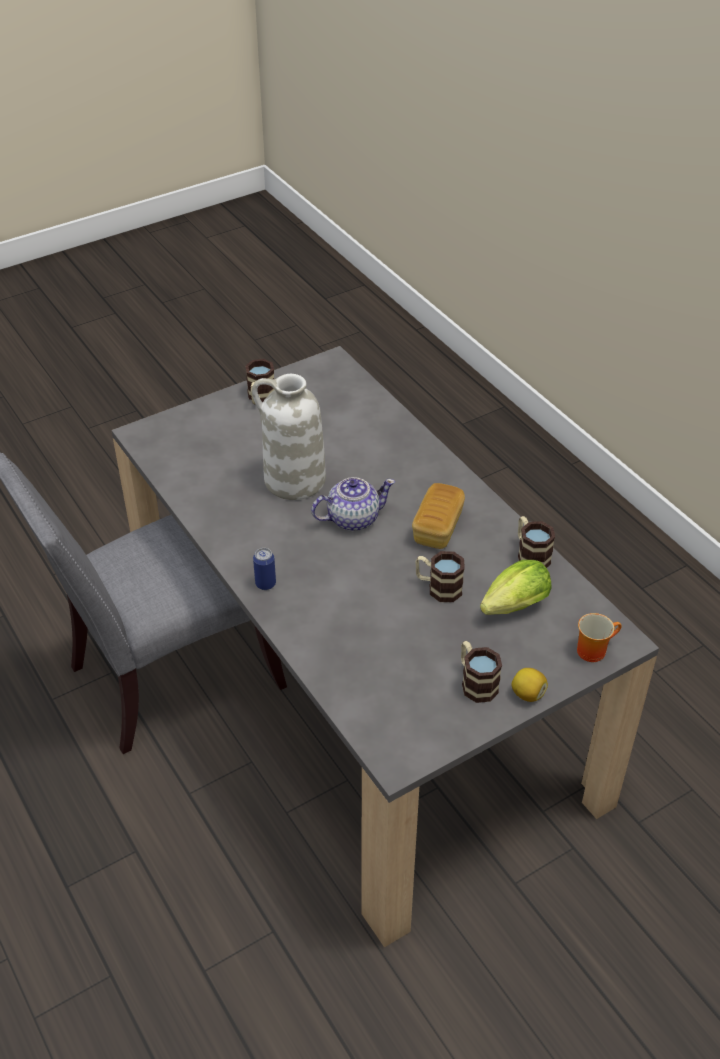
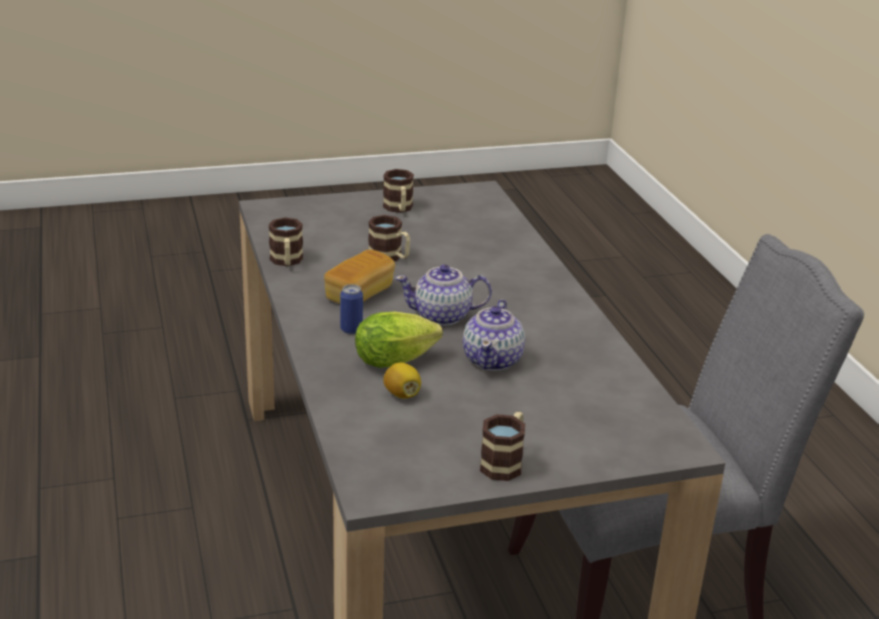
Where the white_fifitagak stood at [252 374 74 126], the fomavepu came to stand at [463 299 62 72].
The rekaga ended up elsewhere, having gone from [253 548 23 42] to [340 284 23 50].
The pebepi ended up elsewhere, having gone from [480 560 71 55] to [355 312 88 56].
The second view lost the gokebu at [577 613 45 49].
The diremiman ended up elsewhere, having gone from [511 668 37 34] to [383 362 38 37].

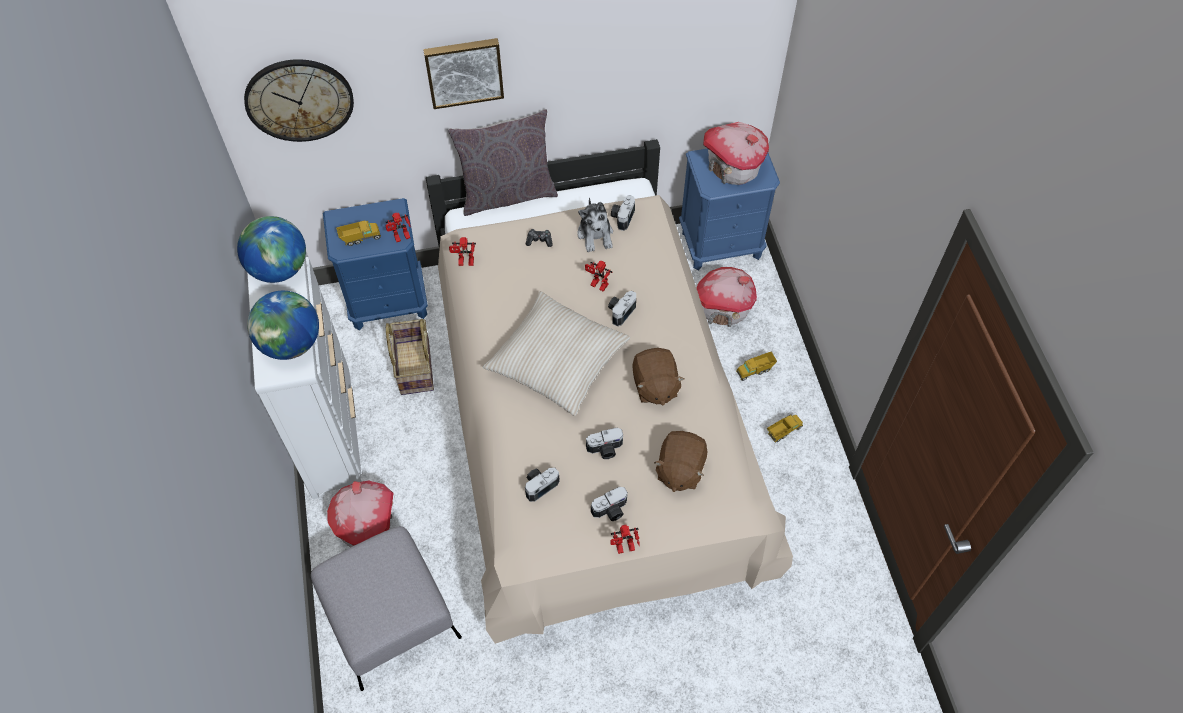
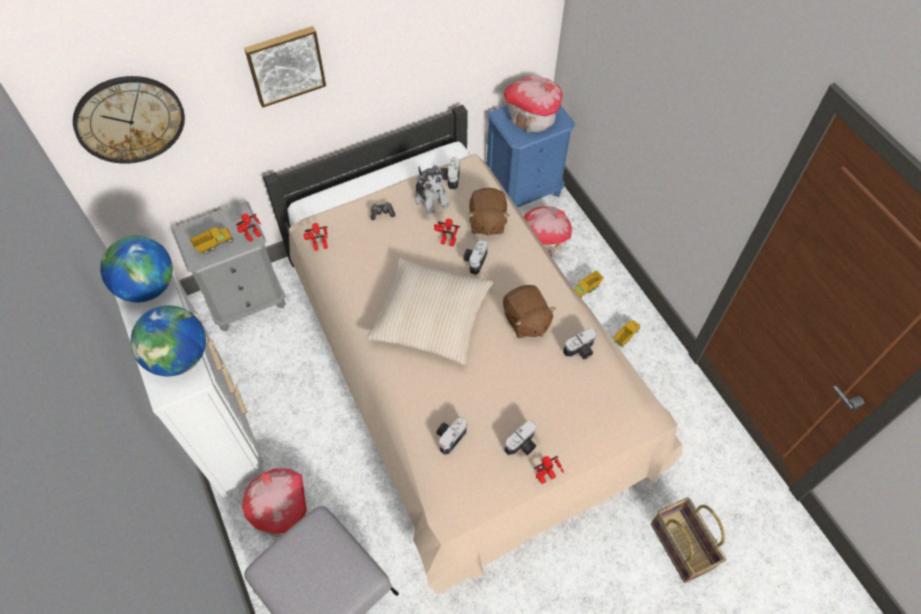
The second view lost the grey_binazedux at [448 109 110 107].
What was the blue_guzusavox at [323 198 105 132] turned into the grey_guzusavox at [172 201 114 130].
The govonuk ended up elsewhere, having gone from [386 319 48 76] to [651 497 75 86].
The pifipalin ended up elsewhere, having gone from [586 428 37 31] to [563 328 34 32].
The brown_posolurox ended up elsewhere, having gone from [654 431 53 61] to [467 188 43 48].

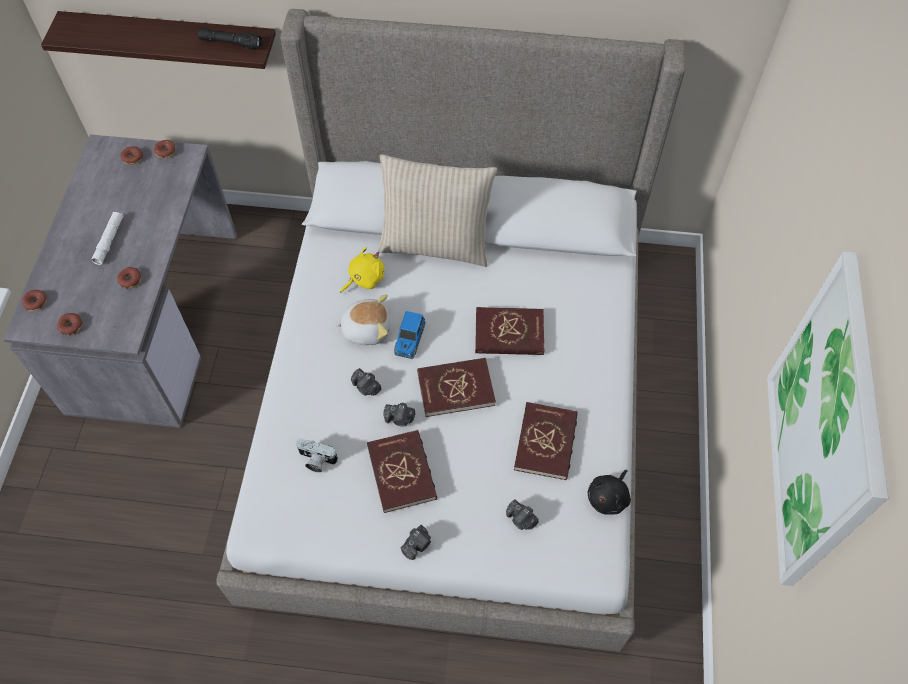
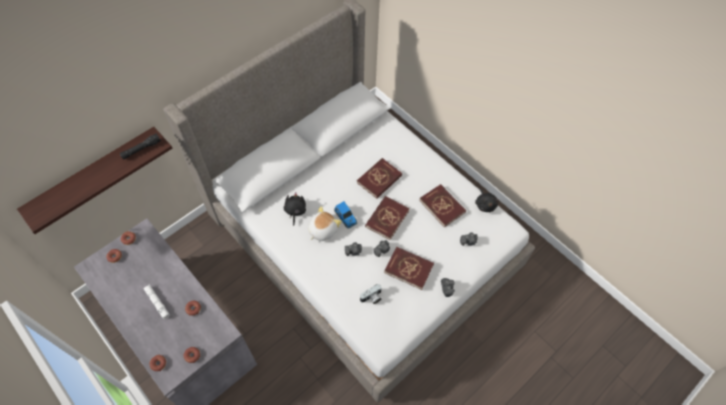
The second view lost the beige_binazedux at [377 154 120 113].
What was the yellow_posolurox at [340 247 44 46] turned into the black_posolurox at [284 192 22 34].
The second view lost the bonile at [767 251 121 335].

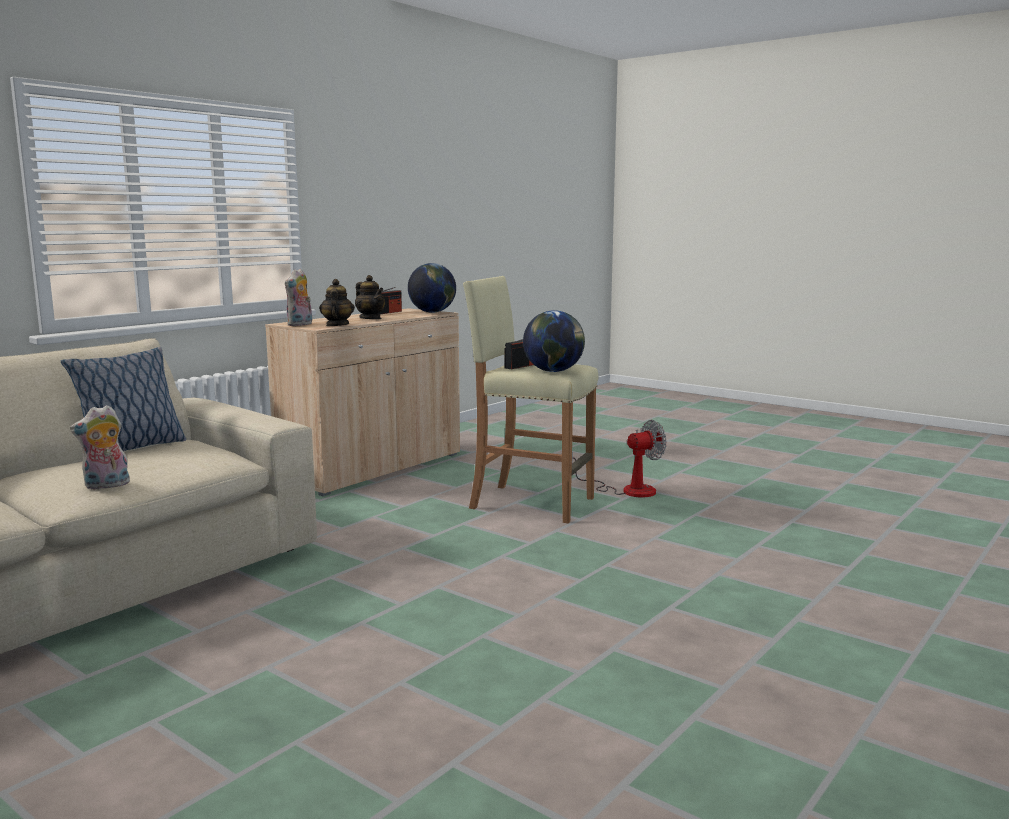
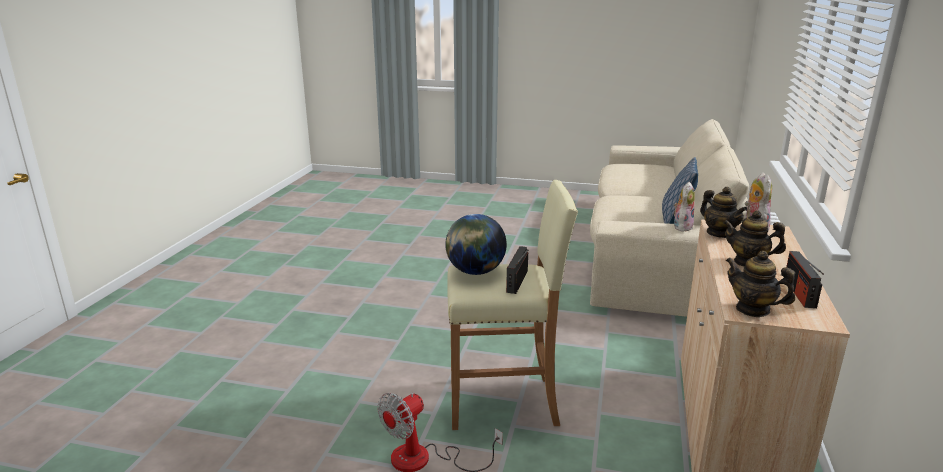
Where the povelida stood at [408 263 48 50], the fomavepu came to stand at [726 251 69 66].
The posolurox ended up elsewhere, having gone from [70 405 60 85] to [674 182 21 50].

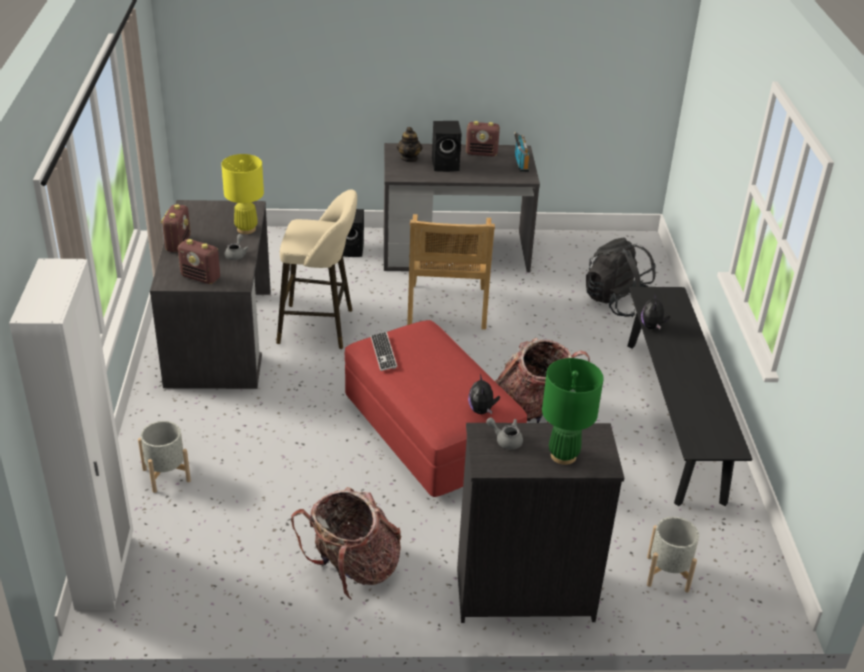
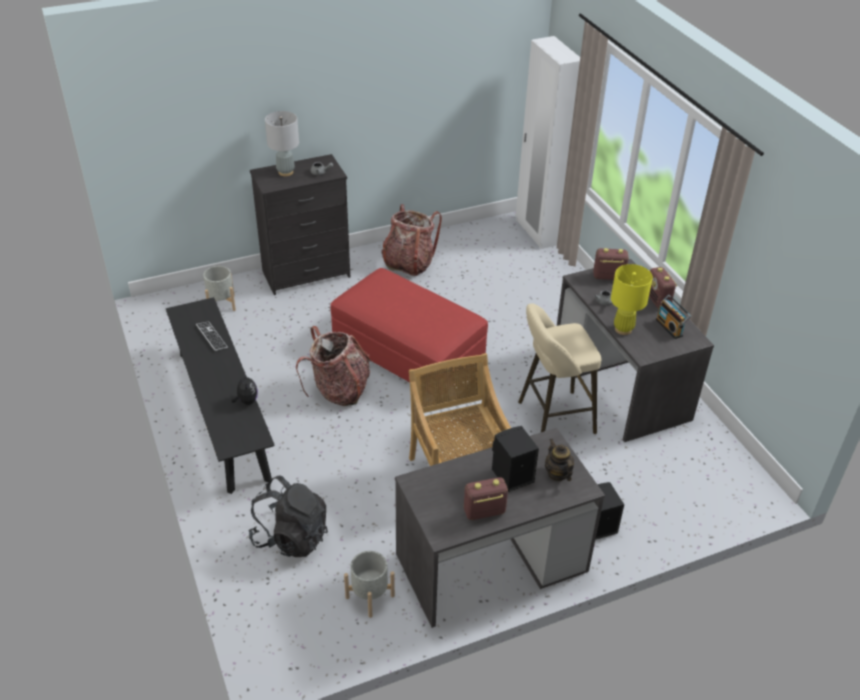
The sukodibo ended up elsewhere, having gone from [514 132 16 40] to [656 295 36 44].
The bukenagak ended up elsewhere, having gone from [371 332 26 39] to [196 321 32 30].
What was the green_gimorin at [542 358 62 107] turned into the grey_gimorin at [265 111 34 65].
The second view lost the posolurox at [468 374 32 40].
The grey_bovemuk ended up elsewhere, having gone from [138 421 53 72] to [344 551 51 67].

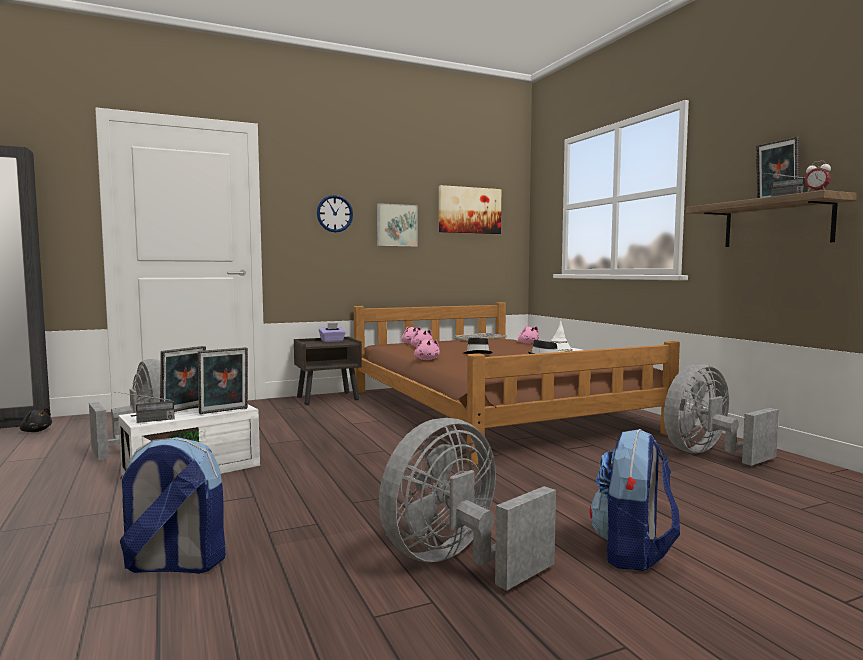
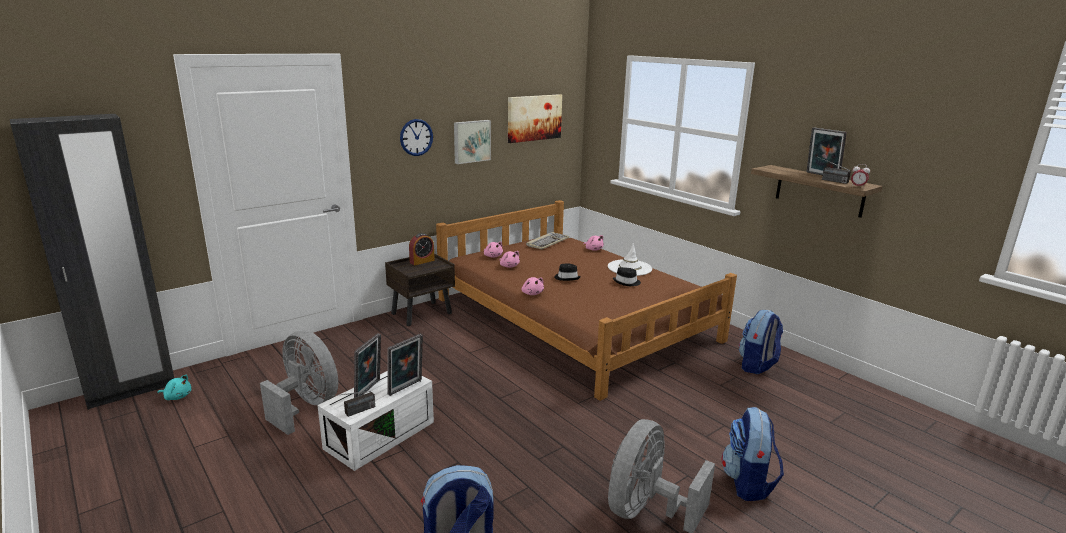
Where the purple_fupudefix stood at [319 323 27 19], the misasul came to stand at [409 233 26 32].
Where the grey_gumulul stood at [664 364 115 102], the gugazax came to stand at [739 310 44 64].
What was the black_posolurox at [20 408 32 24] turned into the turquoise_posolurox at [157 375 34 25].

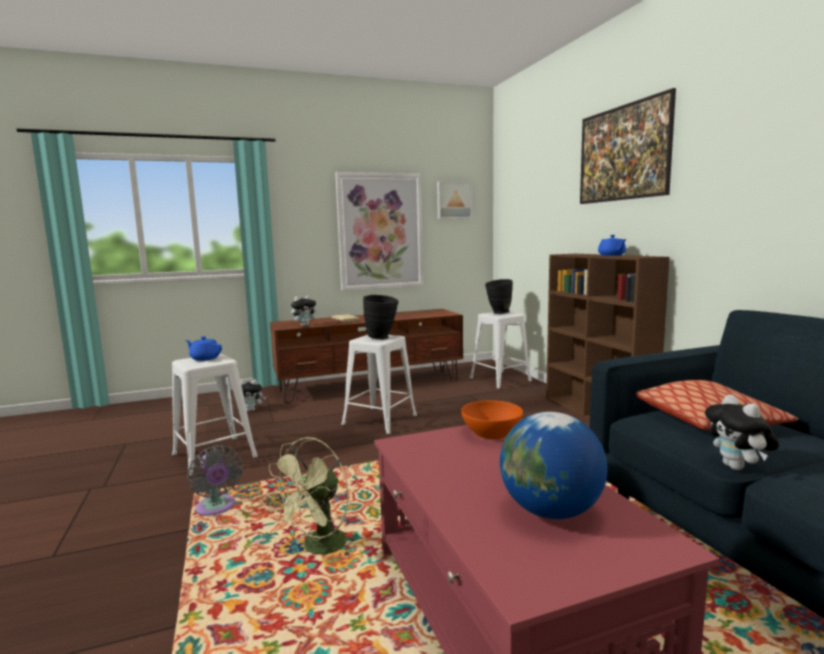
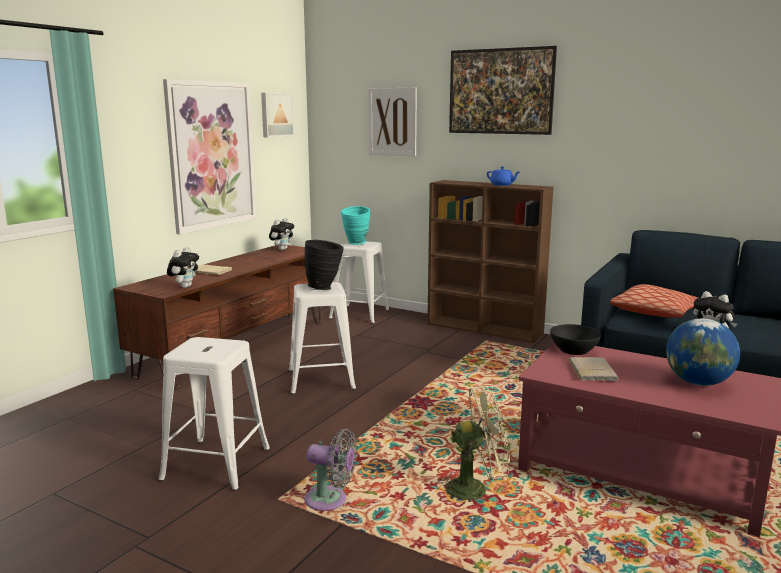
What was the black_fifitagak at [485 279 28 35] turned into the turquoise_fifitagak at [341 206 29 39].
The second view lost the blue_fomavepu at [185 336 37 25].
The posolurox ended up elsewhere, having gone from [241 379 25 32] to [269 218 25 32].
What was the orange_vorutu at [461 400 62 39] turned into the black_vorutu at [550 324 51 31].
The green_gumulul at [267 437 90 118] ended up facing another way, 90 degrees counterclockwise from before.
The second view gained the bonile at [368 88 49 68].
The second view gained the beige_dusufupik at [570 357 48 24].

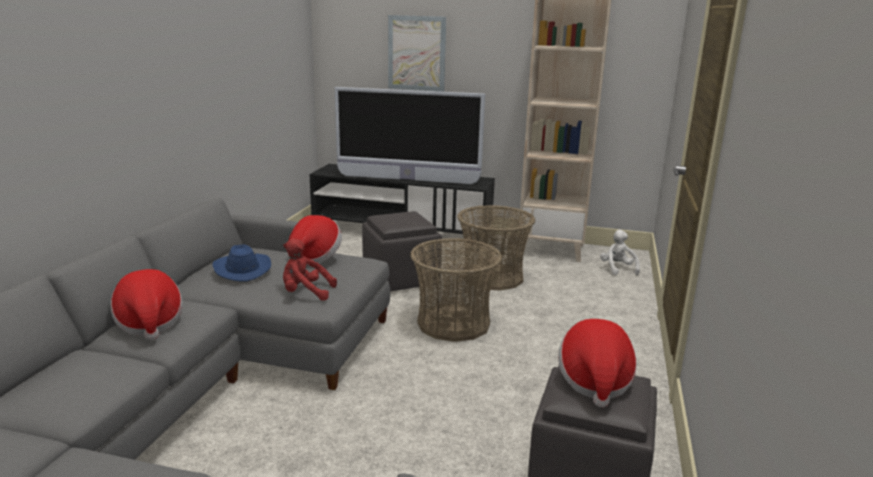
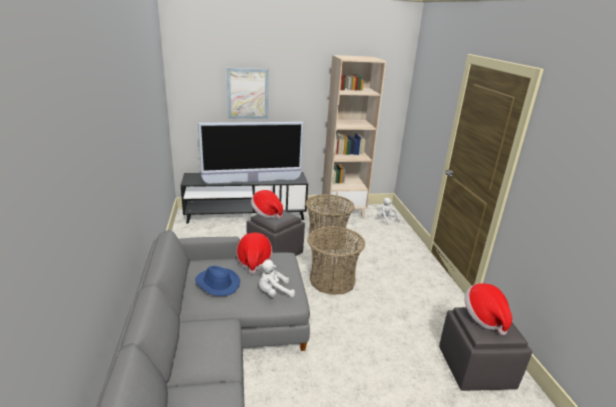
What was the red_posolurox at [283 238 54 63] turned into the white_posolurox at [259 260 36 37].
The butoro ended up elsewhere, having gone from [111 269 72 71] to [251 190 32 29].

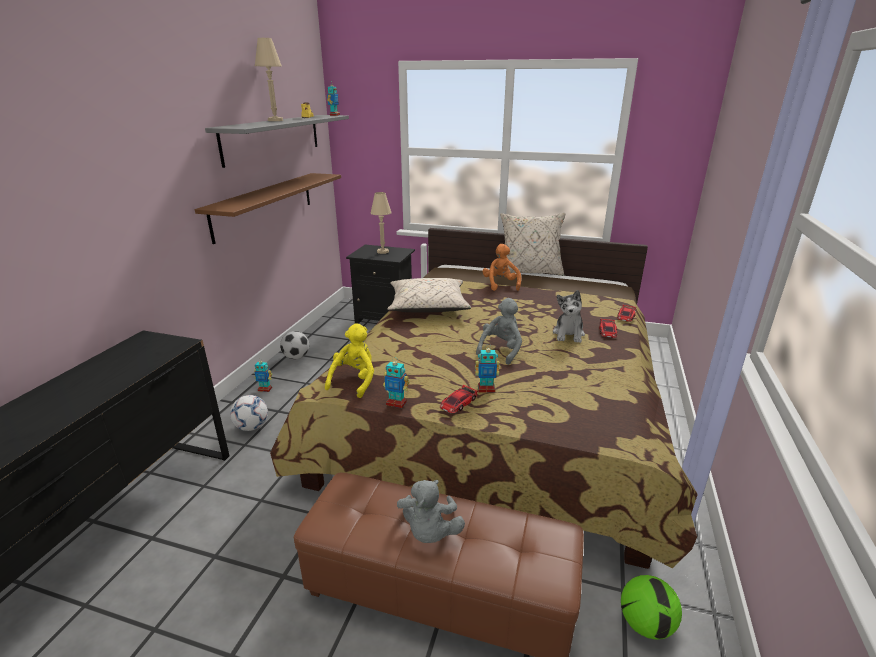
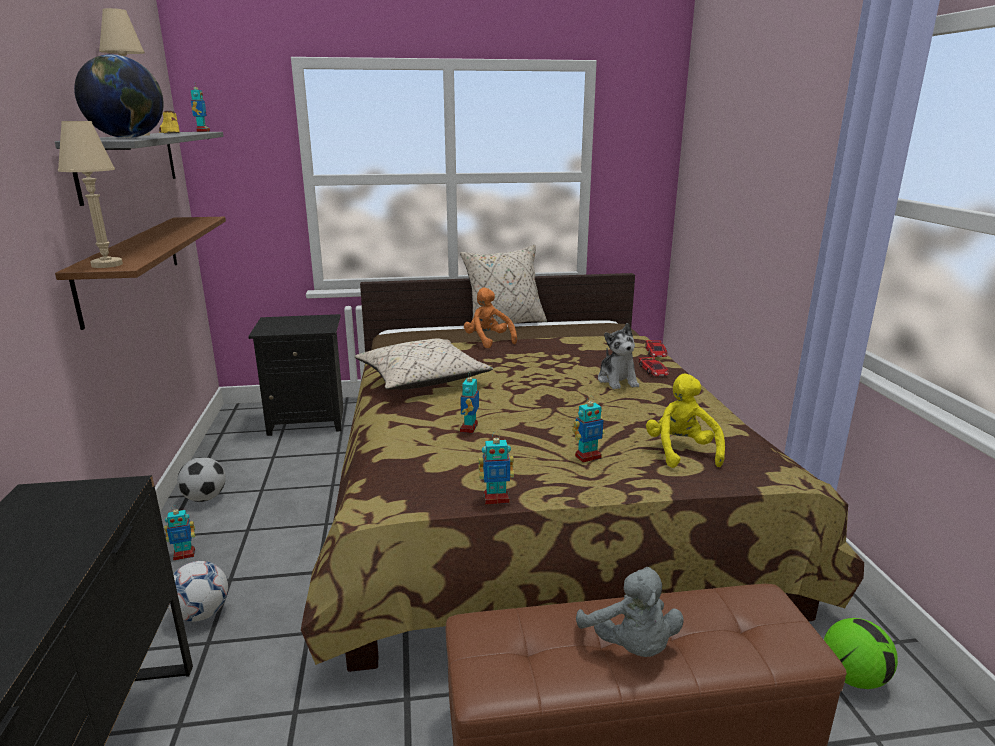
The beige_gimorin ended up elsewhere, having gone from [370 192 22 62] to [58 121 65 147].
The second view lost the grey_posolurox at [476 298 46 67].
The yellow_posolurox ended up elsewhere, having gone from [325 323 49 75] to [646 374 79 94].
The second view lost the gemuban at [440 385 38 28].
The second view gained the povelida at [74 54 90 84].
The second view gained the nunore at [460 377 19 56].

